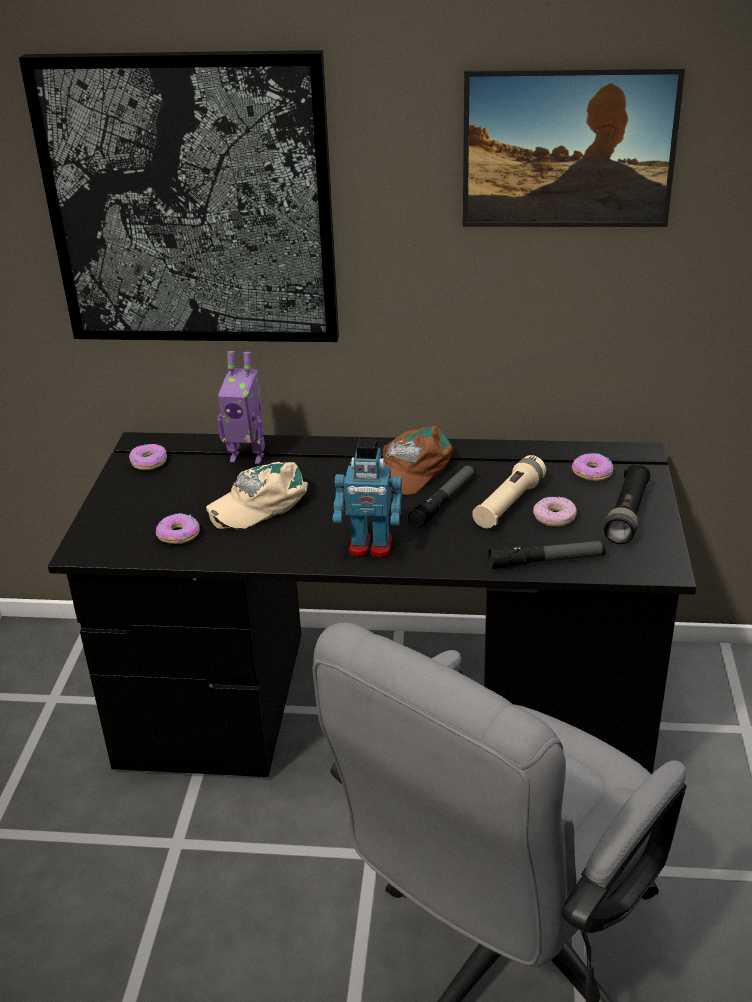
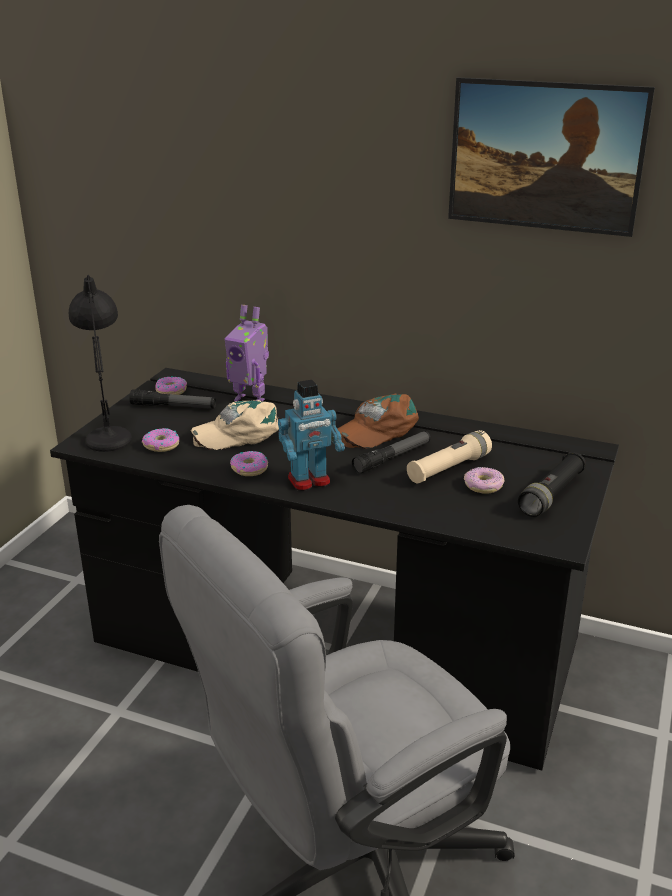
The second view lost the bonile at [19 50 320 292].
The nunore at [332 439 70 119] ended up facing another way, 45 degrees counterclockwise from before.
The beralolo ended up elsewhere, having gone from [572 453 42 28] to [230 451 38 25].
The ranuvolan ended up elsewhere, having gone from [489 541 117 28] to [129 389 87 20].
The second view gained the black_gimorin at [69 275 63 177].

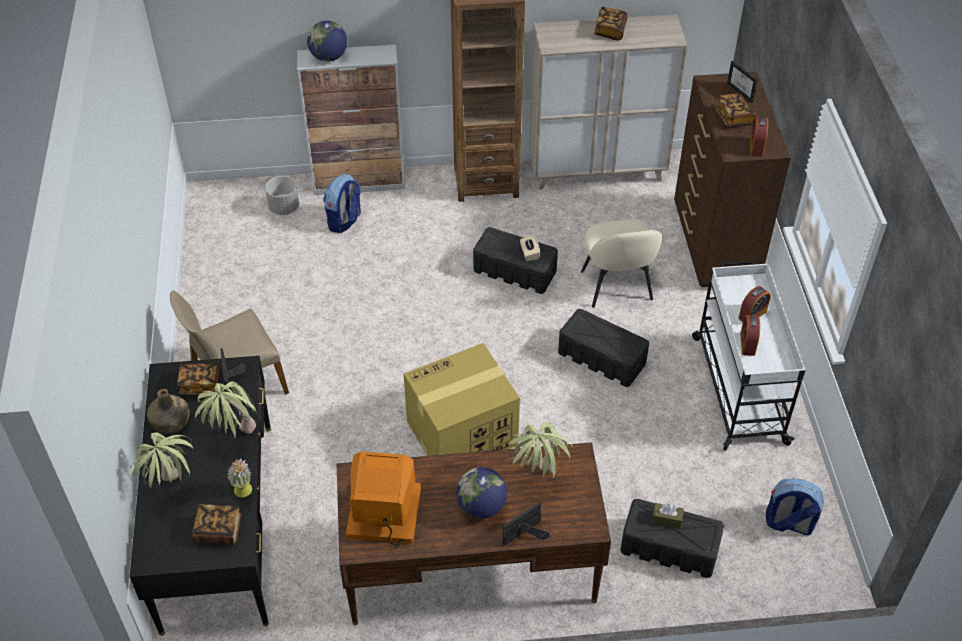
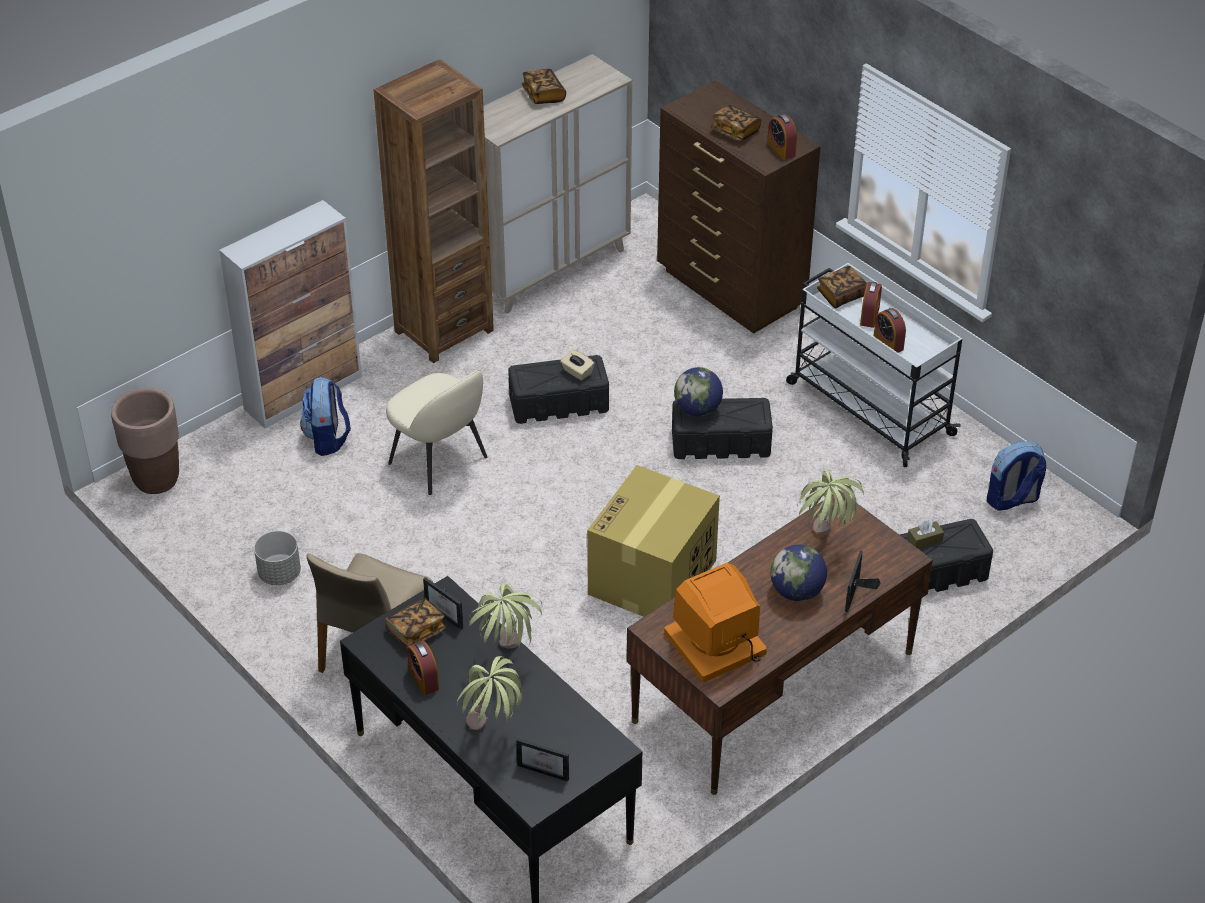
The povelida ended up elsewhere, having gone from [307 21 40 41] to [674 367 49 49].
The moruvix ended up elsewhere, having gone from [727 61 31 42] to [516 738 53 44].
The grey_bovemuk ended up elsewhere, having gone from [265 176 34 39] to [254 531 47 54].
The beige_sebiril ended up elsewhere, having gone from [581 219 81 89] to [386 370 101 125].
Where the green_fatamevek stood at [147 389 42 45], the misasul came to stand at [407 641 32 54].
The second view lost the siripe at [227 459 25 38].
The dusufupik ended up elsewhere, having gone from [192 504 50 41] to [817 266 50 42].
The second view gained the brown_bovemuk at [111 388 68 106].

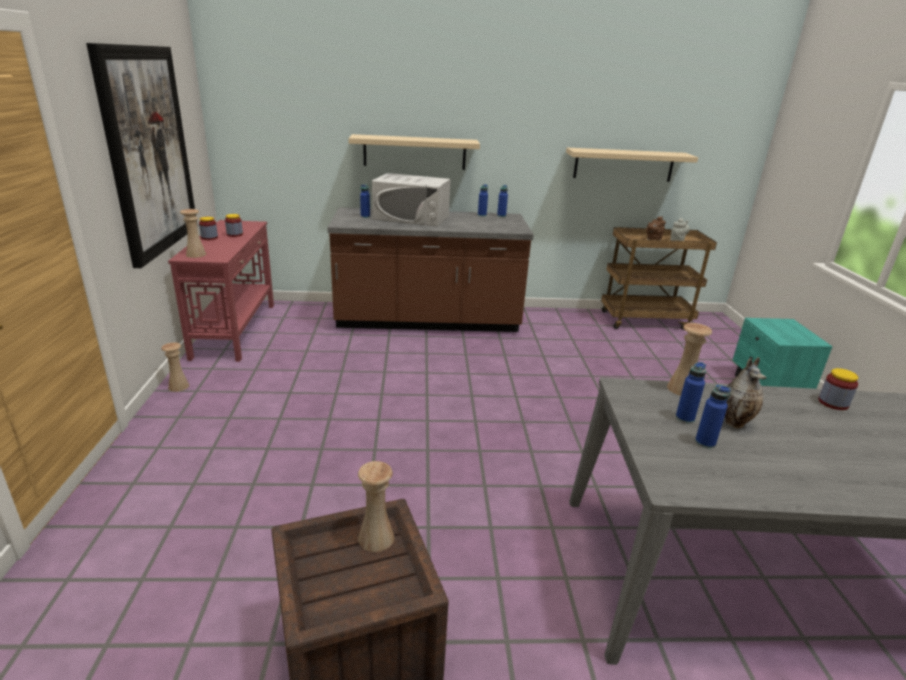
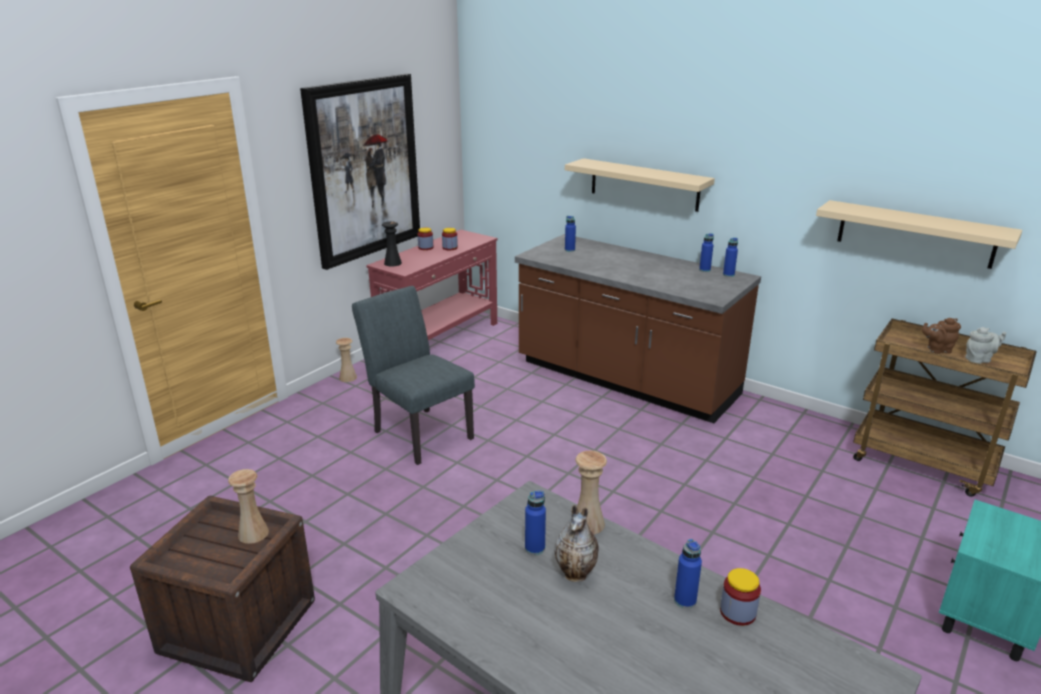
The second view lost the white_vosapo at [372 173 79 53].
What was the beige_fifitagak at [180 209 26 49] turned into the black_fifitagak at [382 221 20 45].
The blue_fatamevek ended up elsewhere, having gone from [695 385 36 64] to [674 539 28 70].
The second view gained the grey_sebiril at [352 286 123 179].

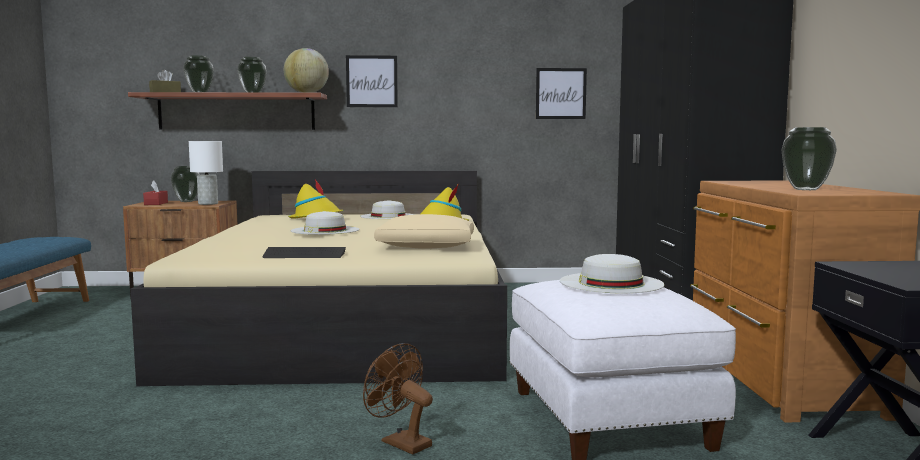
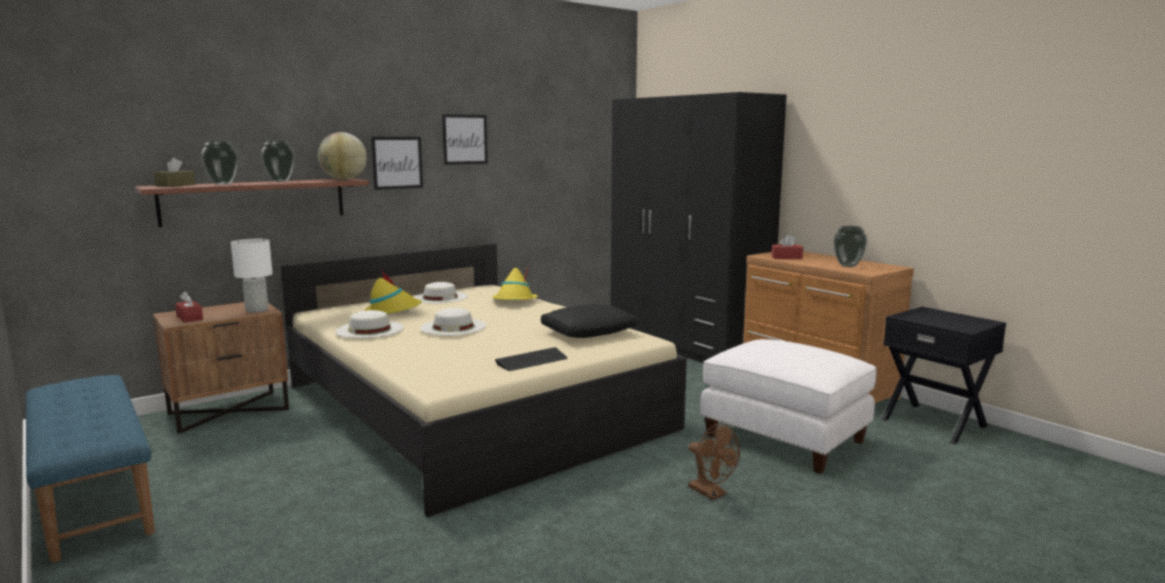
The bonile ended up elsewhere, having gone from [536 68 51 51] to [442 114 46 51].
The second view lost the fifitagak at [171 166 29 36].
What was the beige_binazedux at [374 214 100 35] turned into the black_binazedux at [541 304 96 34].
The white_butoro ended up elsewhere, having gone from [560 254 104 40] to [335 310 69 28].
The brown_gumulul at [363 343 70 112] ended up facing another way, 135 degrees counterclockwise from before.
The second view gained the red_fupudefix at [772 234 31 25].

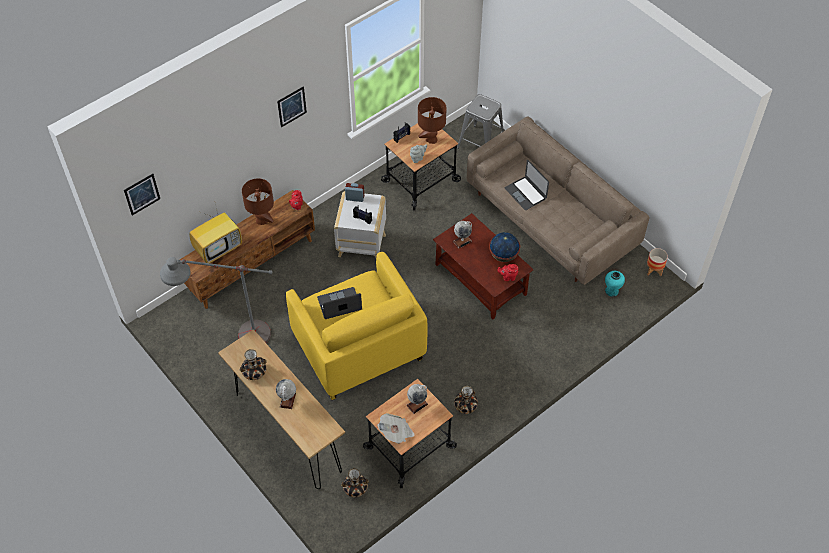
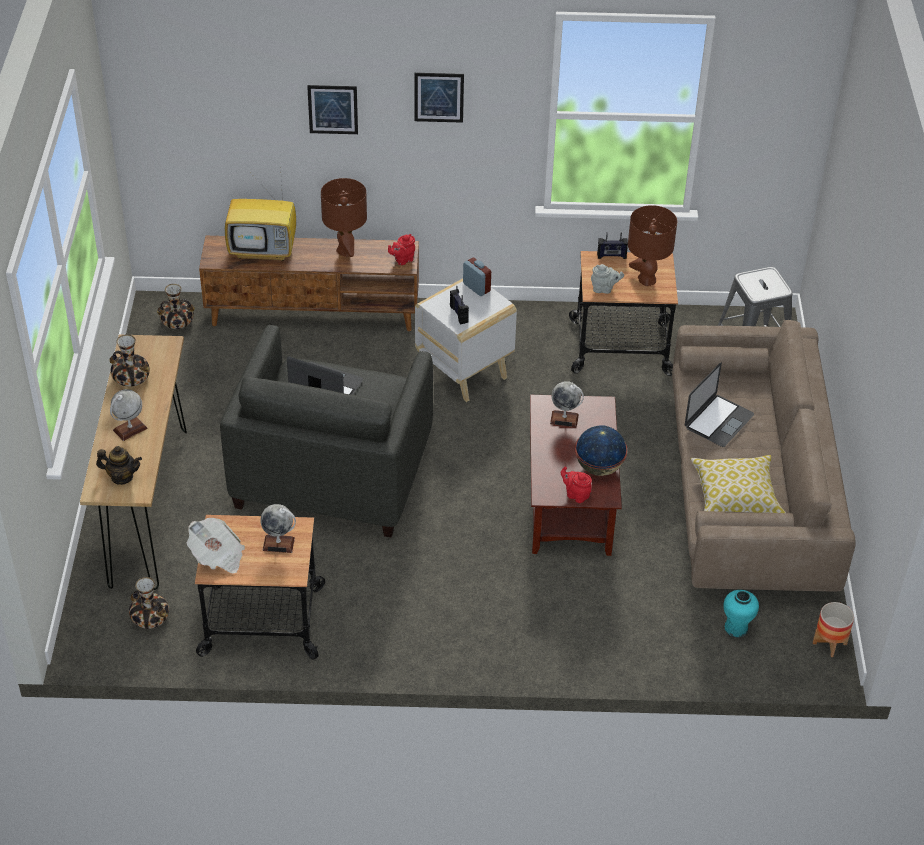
The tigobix at [505 160 44 50] ended up facing another way, 150 degrees counterclockwise from before.
The bonile ended up elsewhere, having gone from [124 174 36 41] to [307 85 51 49].
What was the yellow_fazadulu at [286 252 141 148] turned into the grey_fazadulu at [220 325 213 212].
The second view lost the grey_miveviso at [160 257 112 86].
The fifitagak ended up elsewhere, having gone from [454 386 24 28] to [157 284 38 45].
The second view gained the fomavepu at [96 446 46 39].
The second view gained the binazedux at [690 455 96 58].

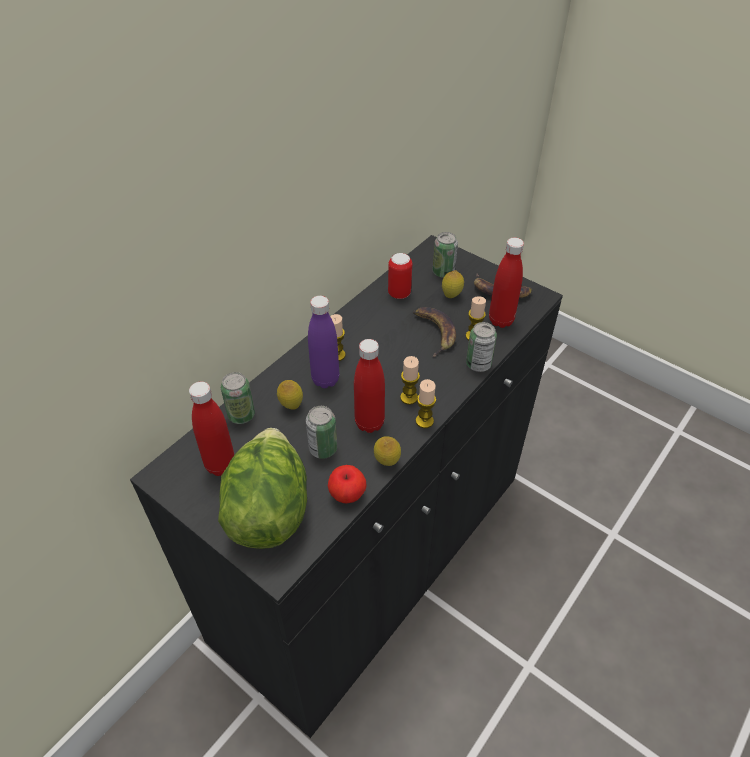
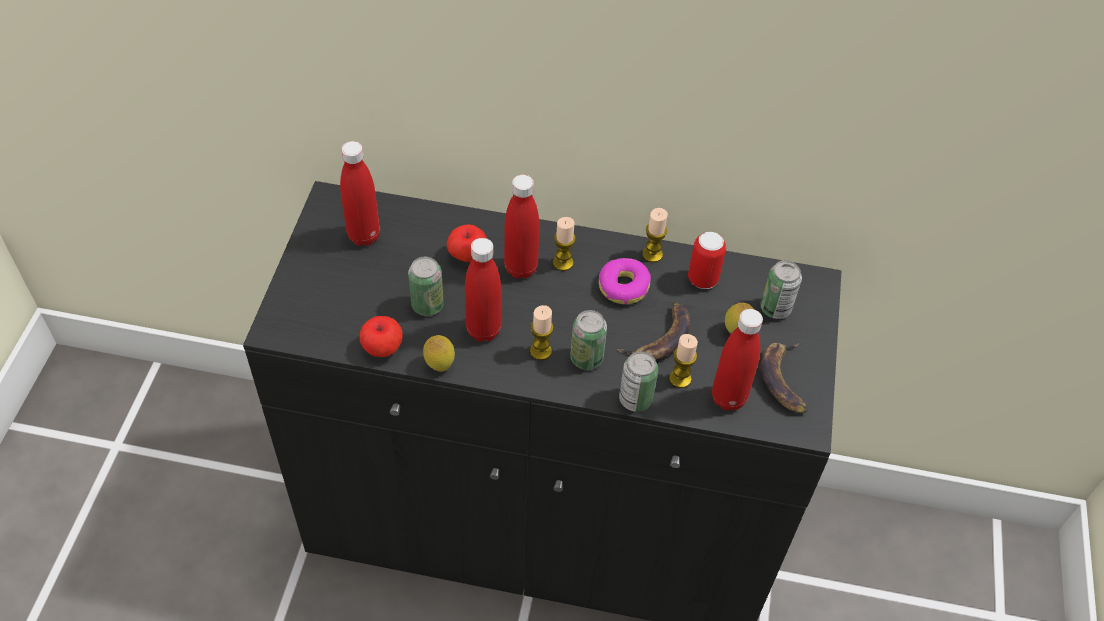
What was the purple_fatamevek at [308 296 31 92] turned into the red_fatamevek at [504 174 35 105].
The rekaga ended up elsewhere, having gone from [221 372 34 52] to [570 310 37 60].
The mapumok ended up elsewhere, having gone from [416 379 20 49] to [642 208 26 55].
Where the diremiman stood at [277 380 26 30], the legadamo came to stand at [447 224 39 38].
The second view lost the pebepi at [218 428 89 121].
The second view gained the beralolo at [599 258 52 46].

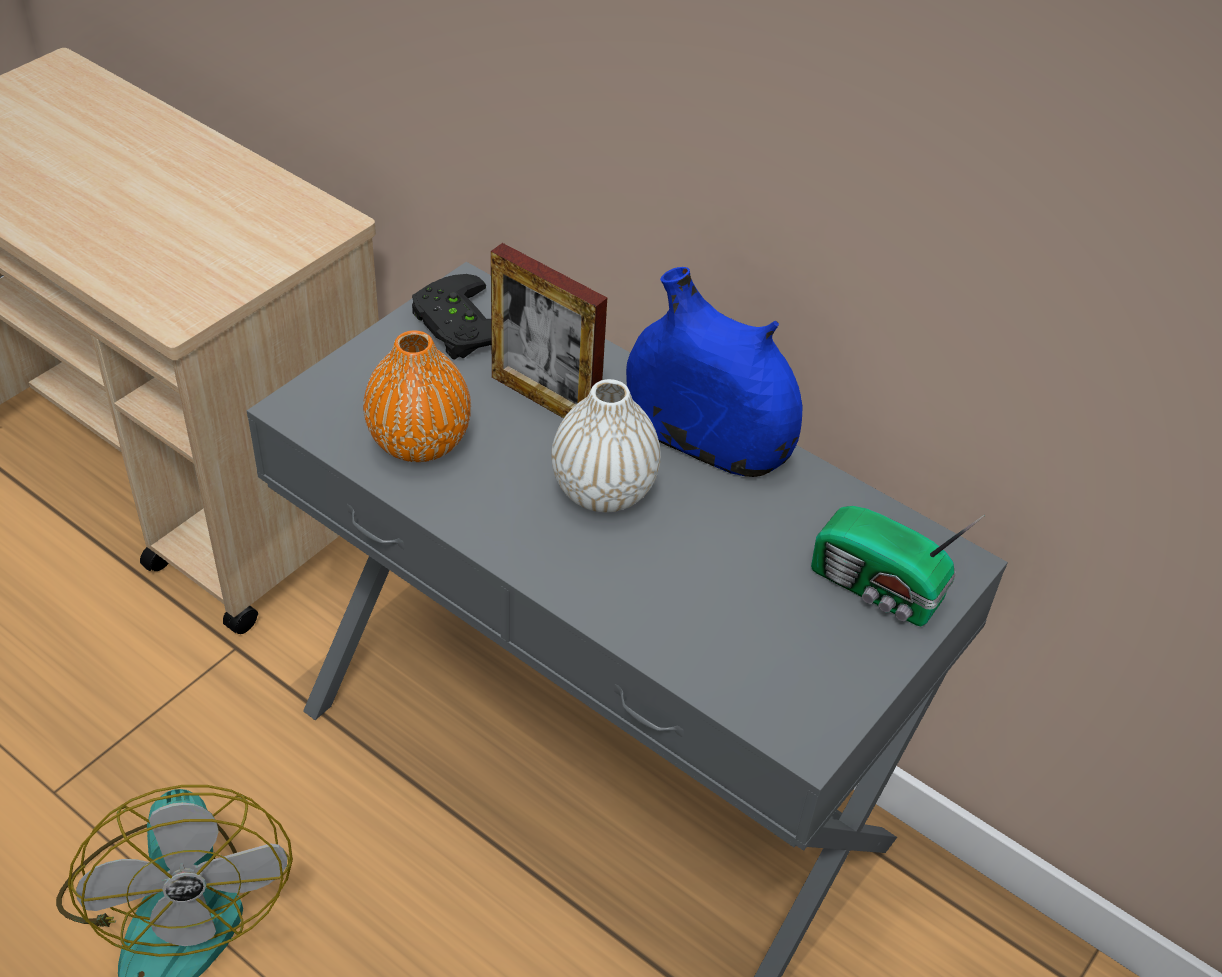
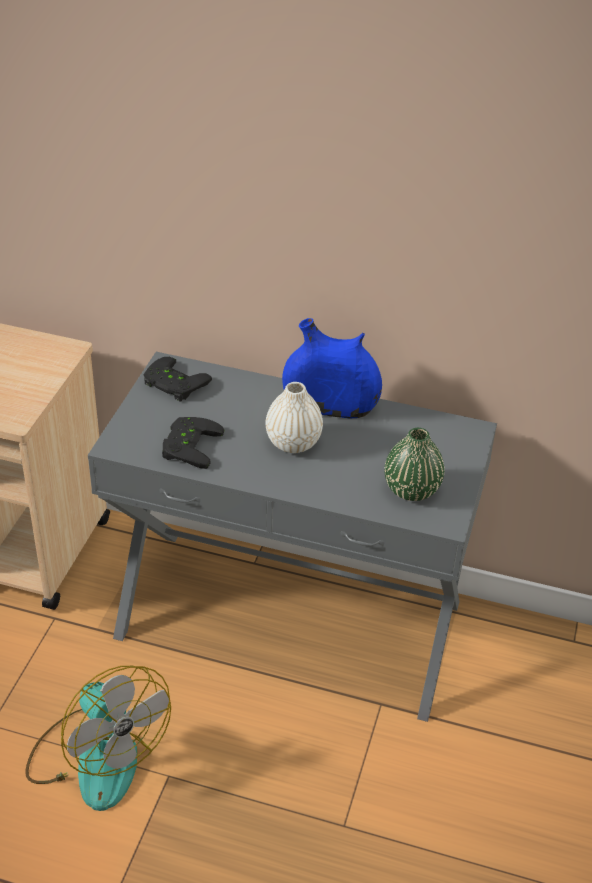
The second view lost the moruvix at [491 243 116 175].
Where the orange_fifitagak stood at [363 330 108 132], the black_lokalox came to stand at [162 417 62 52].
The second view lost the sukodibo at [811 506 174 120].
The second view gained the green_fifitagak at [384 428 61 73].

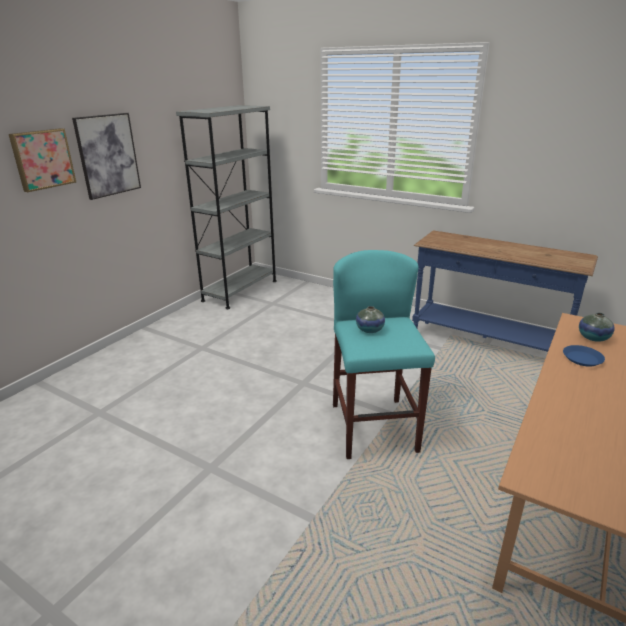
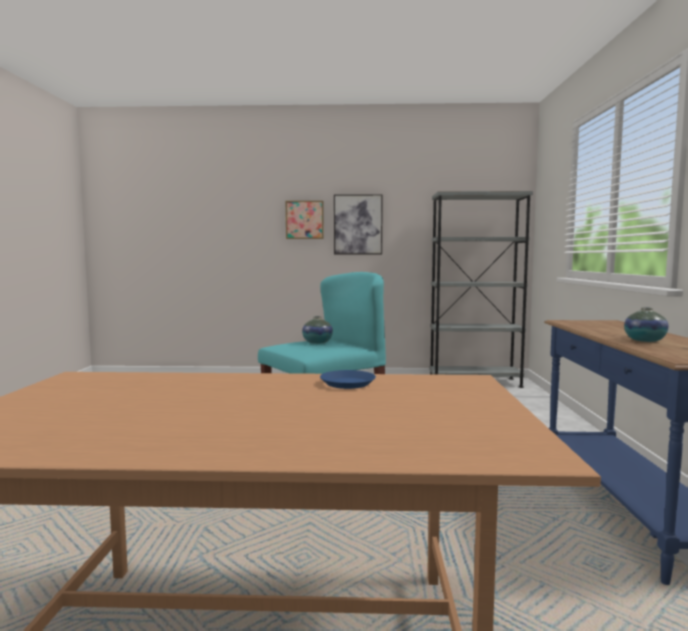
The fifitagak ended up elsewhere, having gone from [579 312 36 30] to [624 307 45 35].

